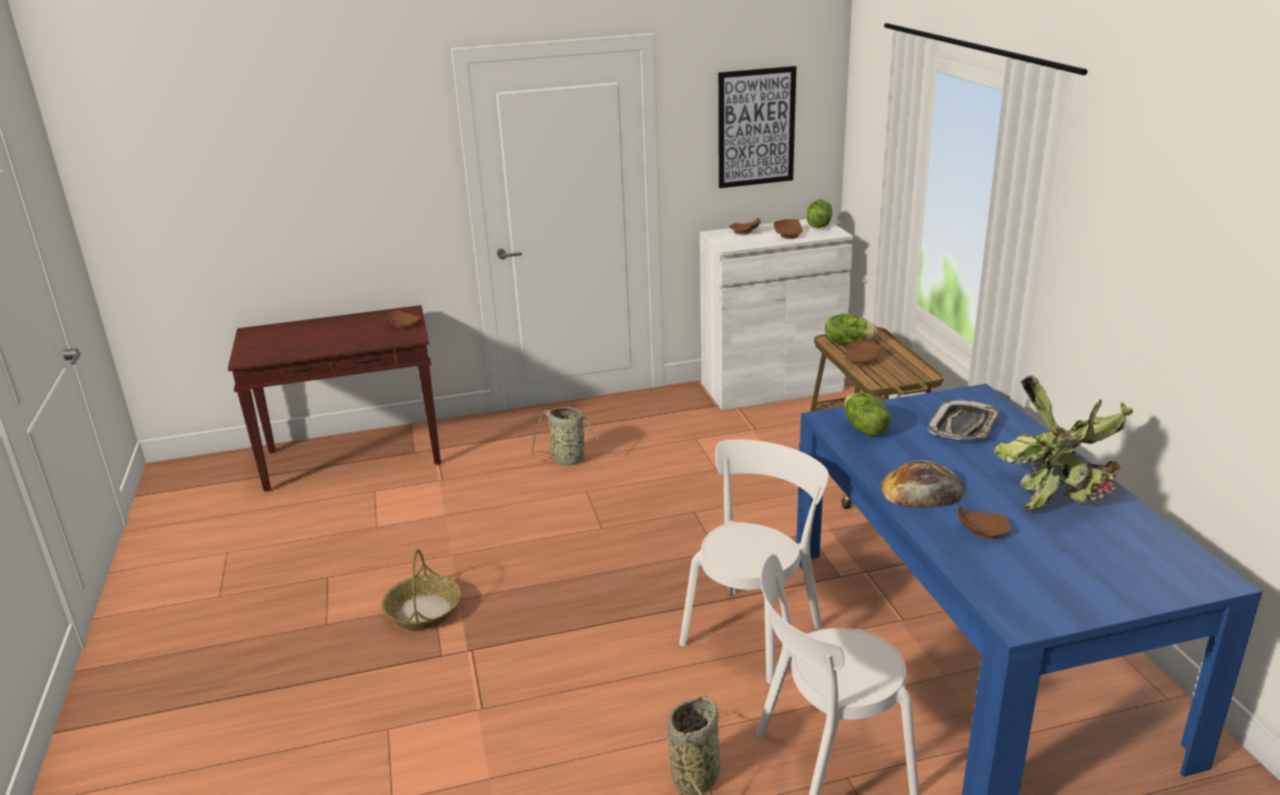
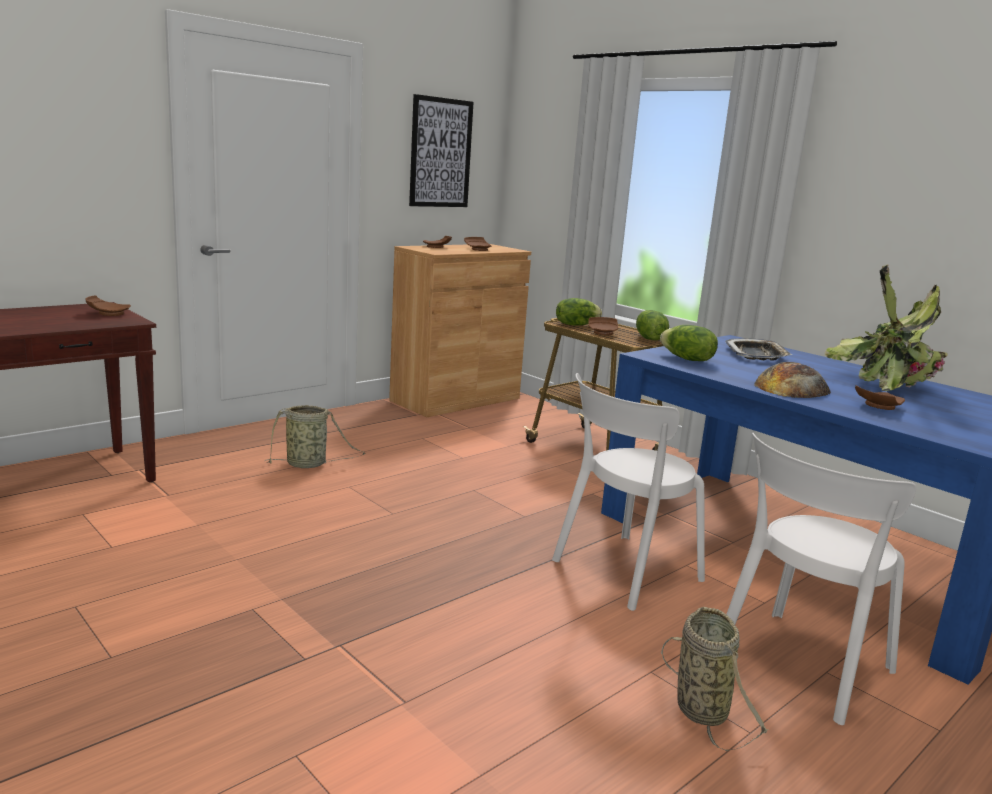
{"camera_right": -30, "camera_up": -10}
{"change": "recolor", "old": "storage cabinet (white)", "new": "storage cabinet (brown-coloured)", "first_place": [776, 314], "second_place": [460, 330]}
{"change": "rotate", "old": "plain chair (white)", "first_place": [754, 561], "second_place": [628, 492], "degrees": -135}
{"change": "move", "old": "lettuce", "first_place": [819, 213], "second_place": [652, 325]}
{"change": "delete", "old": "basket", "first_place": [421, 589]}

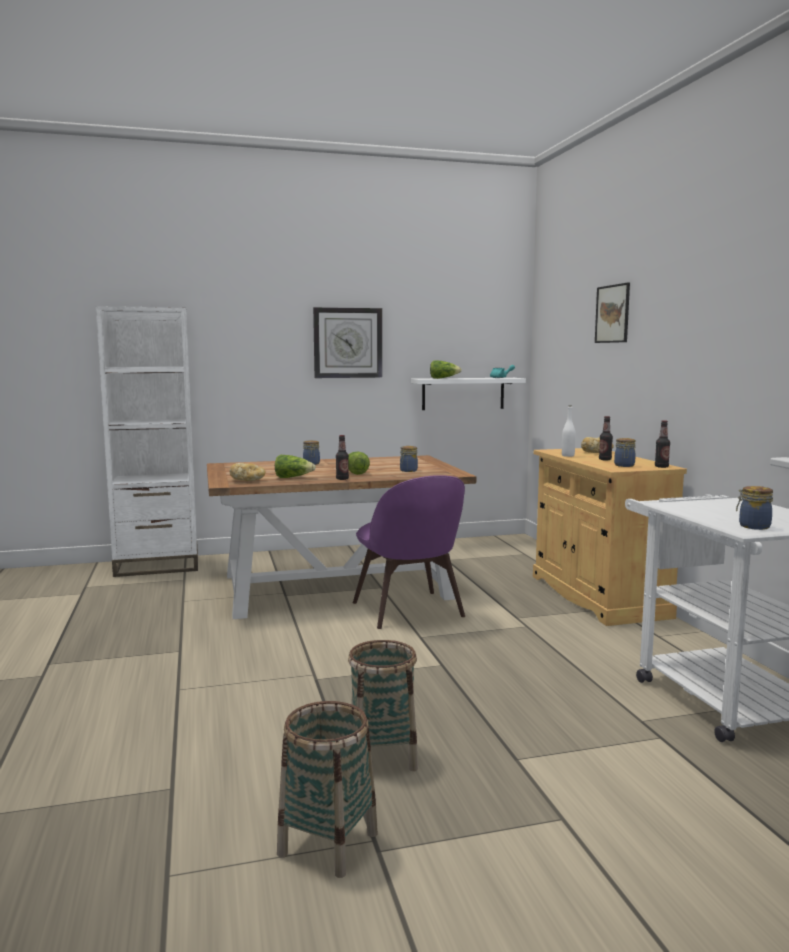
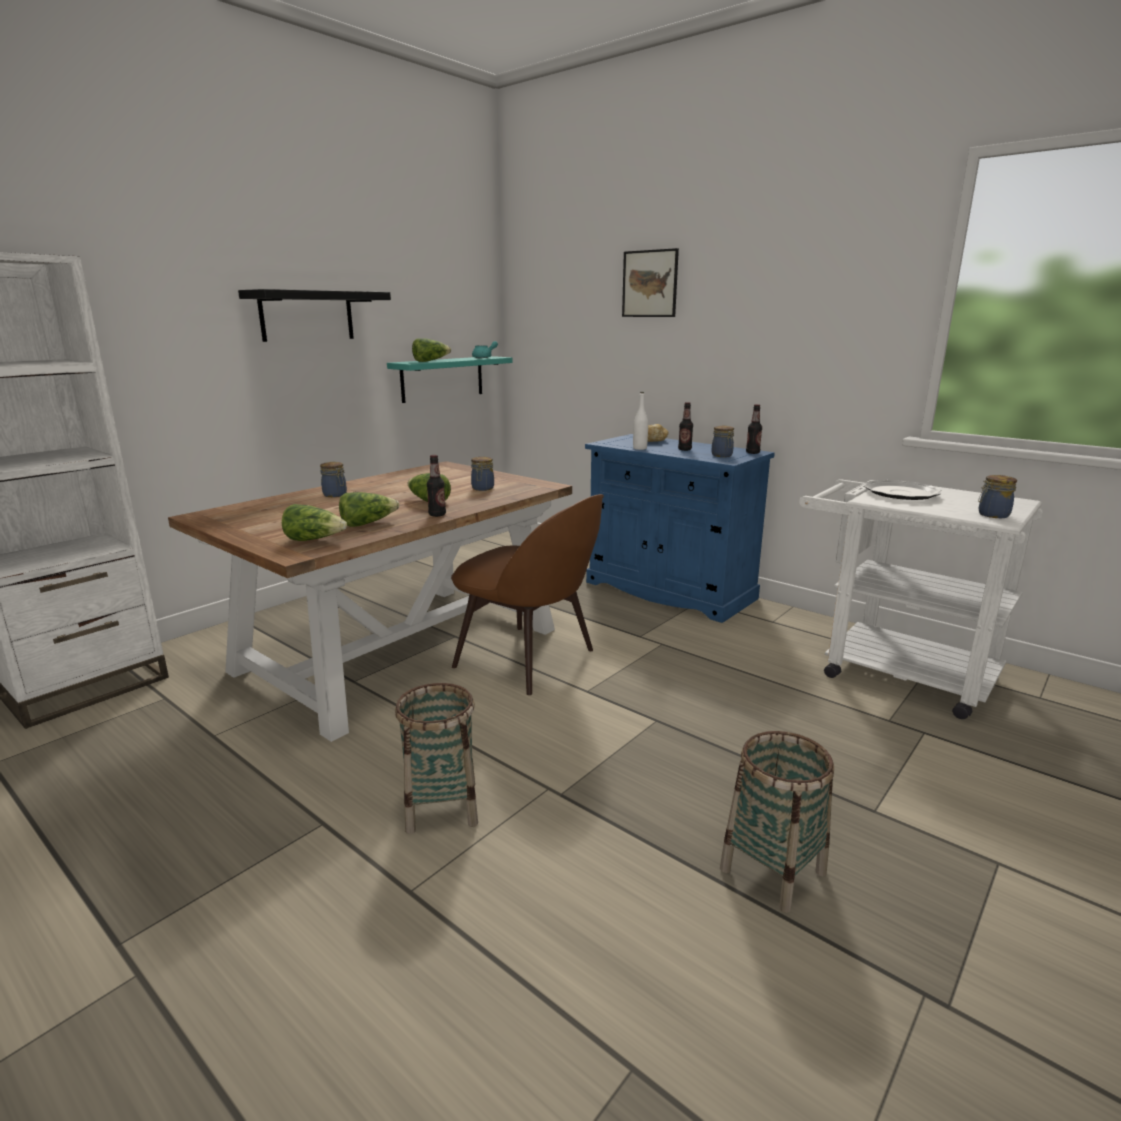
{"camera_right": -35, "camera_up": 10}
{"change": "replace", "old": "wall clock", "new": "wall shelf (blackish)", "first_place": [347, 342], "second_place": [314, 315]}
{"change": "replace", "old": "baked bread", "new": "lettuce", "first_place": [247, 472], "second_place": [314, 522]}
{"change": "recolor", "old": "wall shelf (white)", "new": "wall shelf (turquoise)", "first_place": [468, 394], "second_place": [449, 379]}
{"change": "move", "old": "basket", "first_place": [327, 789], "second_place": [436, 758]}
{"change": "recolor", "old": "plain chair (purplish)", "new": "plain chair (brown-coloured)", "first_place": [409, 552], "second_place": [527, 594]}
{"change": "recolor", "old": "storage cabinet (beige-coloured)", "new": "storage cabinet (bluish)", "first_place": [610, 537], "second_place": [680, 528]}
{"change": "insert", "new": "dinner plate", "second_place": [902, 490]}

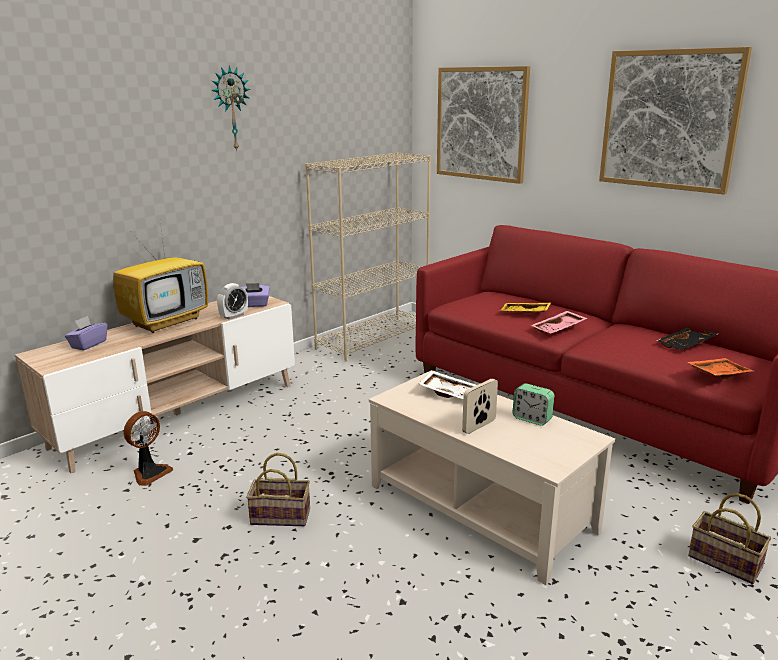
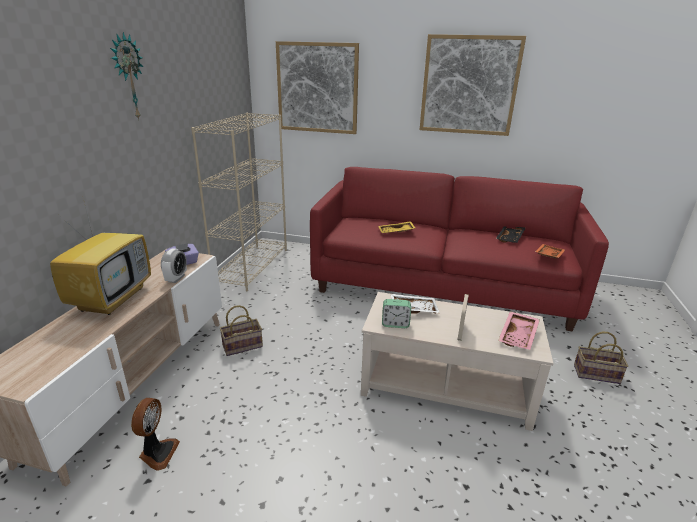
{"camera_right": -30, "camera_up": 5}
{"change": "move", "old": "basket", "first_place": [278, 489], "second_place": [241, 330]}
{"change": "move", "old": "bedside clock", "first_place": [533, 404], "second_place": [396, 313]}
{"change": "move", "old": "serving tray (pinkish)", "first_place": [559, 322], "second_place": [519, 330]}
{"change": "delete", "old": "tissue holder (purplish)", "first_place": [86, 333]}

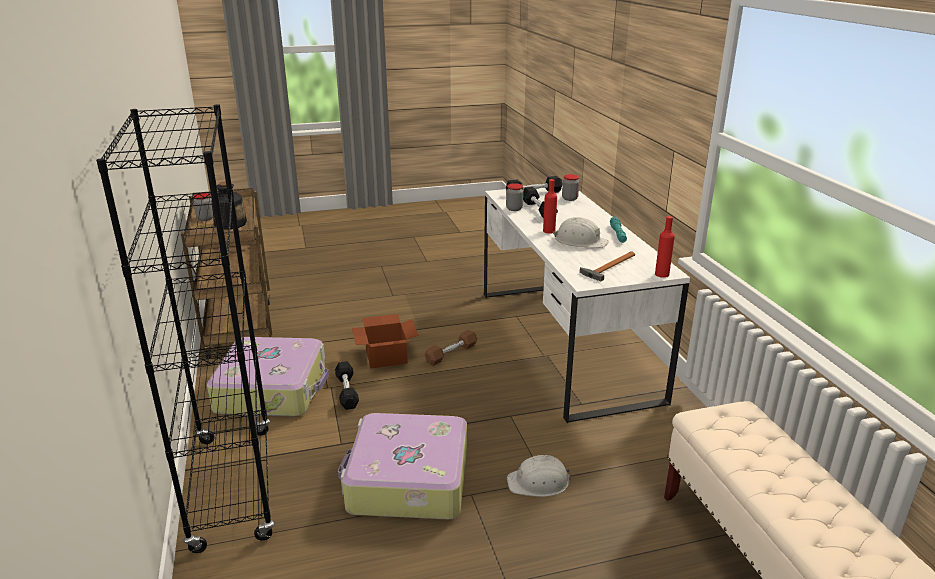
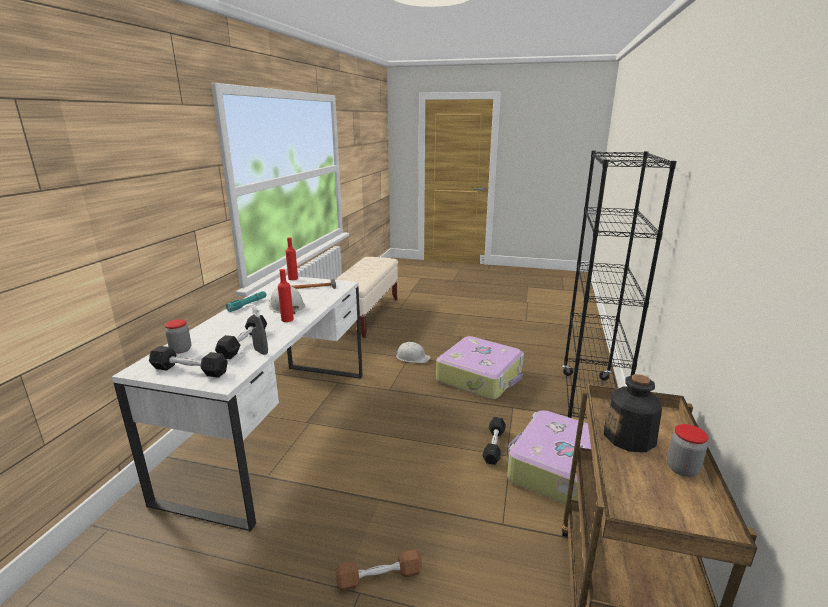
{"camera_right": -150, "camera_up": -5}
{"change": "replace", "old": "jar", "new": "hand sprayer (grey)", "first_place": [515, 197], "second_place": [259, 329]}
{"change": "move", "old": "free weight (brown-coloured)", "first_place": [451, 348], "second_place": [378, 570]}
{"change": "delete", "old": "packing box", "first_place": [385, 341]}

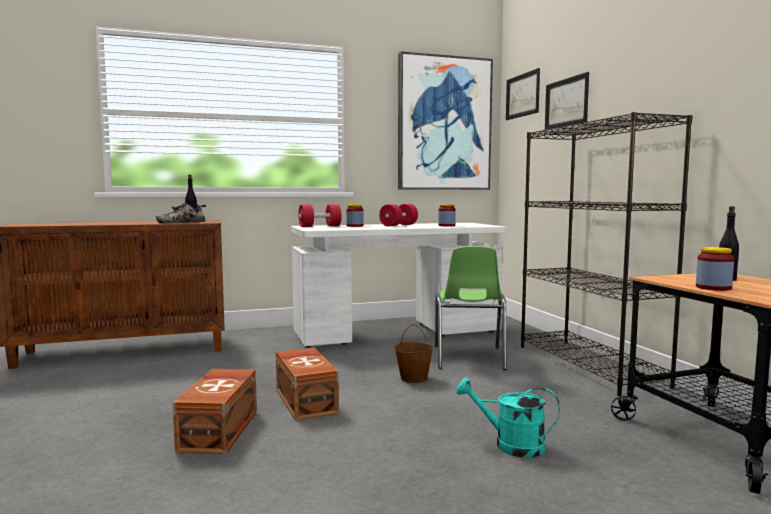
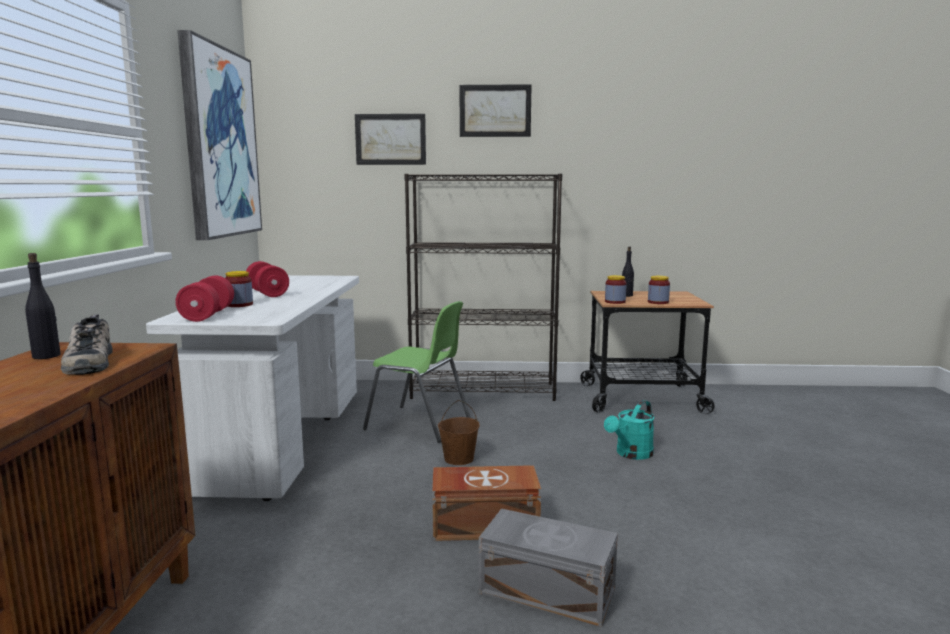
{"camera_right": -70, "camera_up": 5}
{"change": "move", "old": "wall picture", "first_place": [523, 94], "second_place": [496, 110]}
{"change": "recolor", "old": "storage bin (brown-coloured)", "new": "storage bin (grey)", "first_place": [215, 411], "second_place": [548, 568]}
{"change": "move", "old": "jar", "first_place": [447, 215], "second_place": [616, 289]}

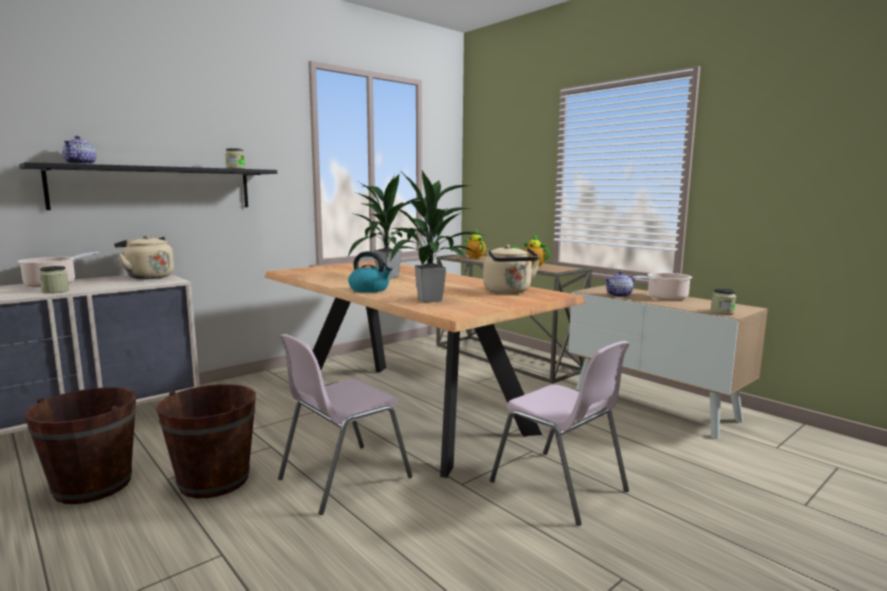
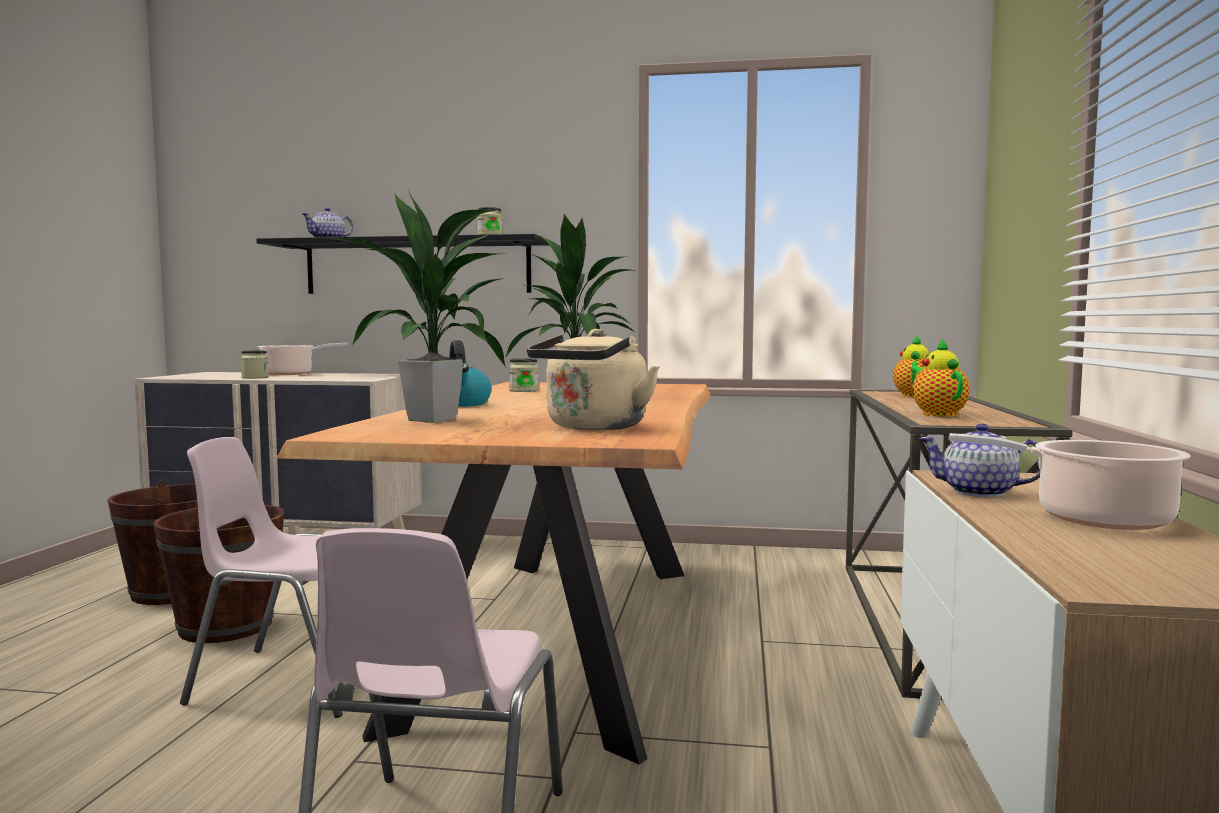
{"camera_right": 50, "camera_up": -5}
{"change": "move", "old": "jar", "first_place": [723, 301], "second_place": [524, 375]}
{"change": "delete", "old": "kettle (beige-coloured)", "first_place": [144, 257]}

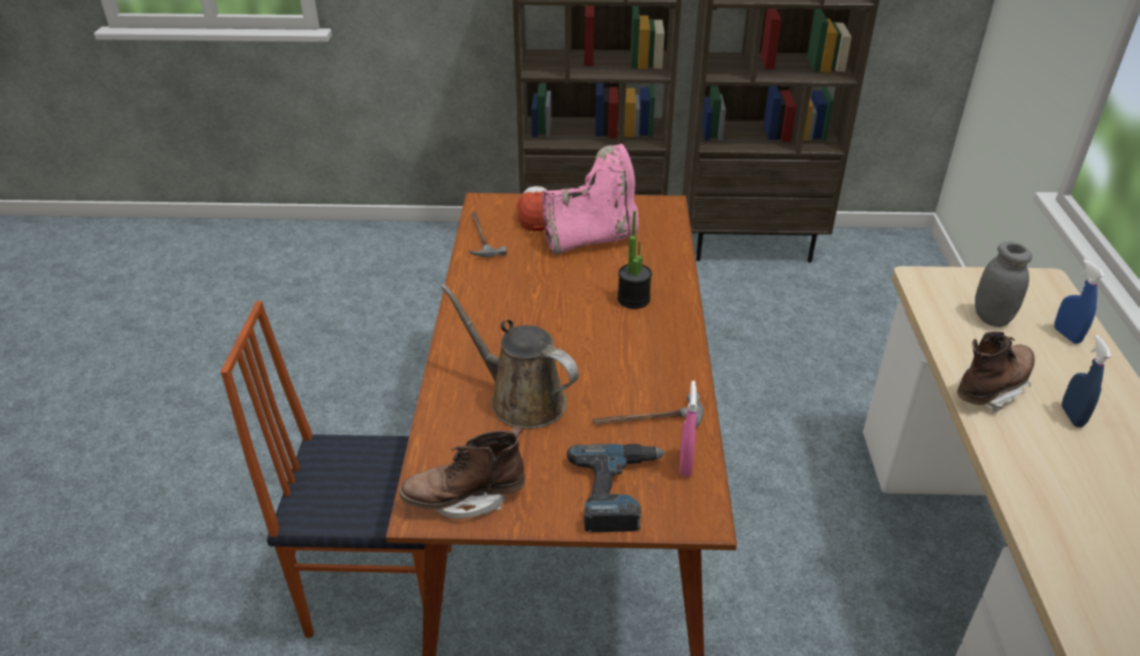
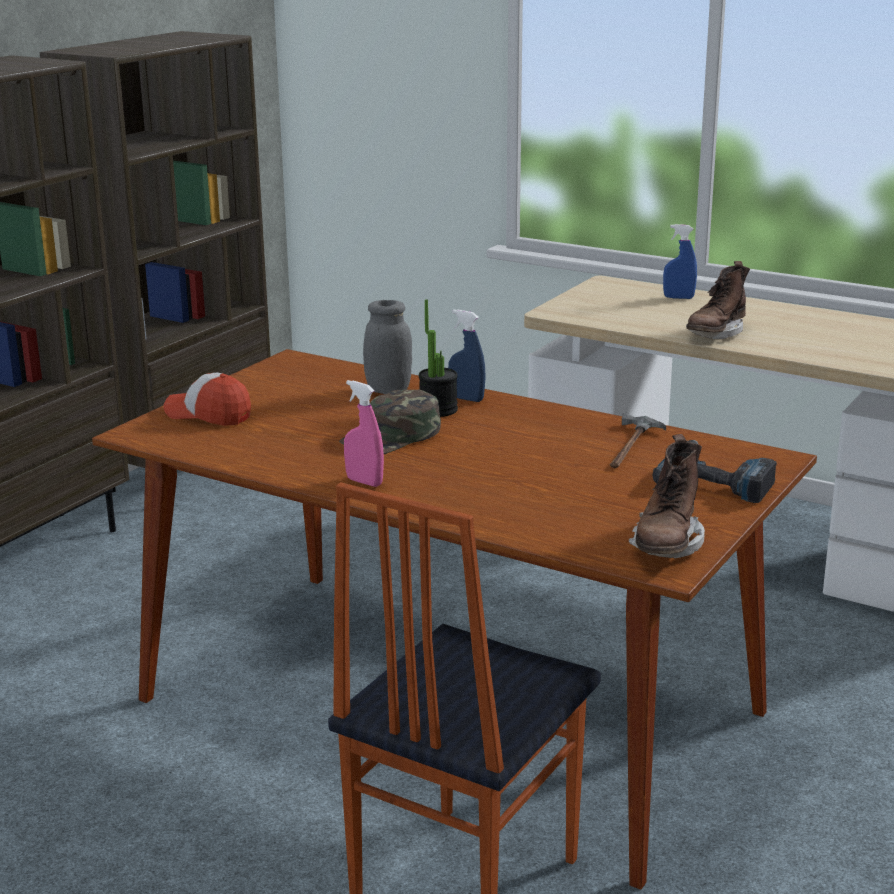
{"camera_right": -60, "camera_up": -15}
{"change": "insert", "new": "cap (greenish)", "second_place": [390, 422]}
{"change": "move", "old": "hand sprayer (pinkish)", "first_place": [688, 429], "second_place": [364, 433]}
{"change": "move", "old": "jar (grey)", "first_place": [1003, 284], "second_place": [387, 347]}
{"change": "move", "old": "hand sprayer (bluish)", "first_place": [1087, 381], "second_place": [467, 356]}
{"change": "rotate", "old": "tall boot (brown-coloured)", "first_place": [996, 372], "second_place": [718, 300], "degrees": -135}
{"change": "delete", "old": "watering pot (brown-coloured)", "first_place": [510, 356]}
{"change": "delete", "old": "hammer", "first_place": [488, 234]}
{"change": "delete", "old": "tall boot (pinkish)", "first_place": [590, 199]}

